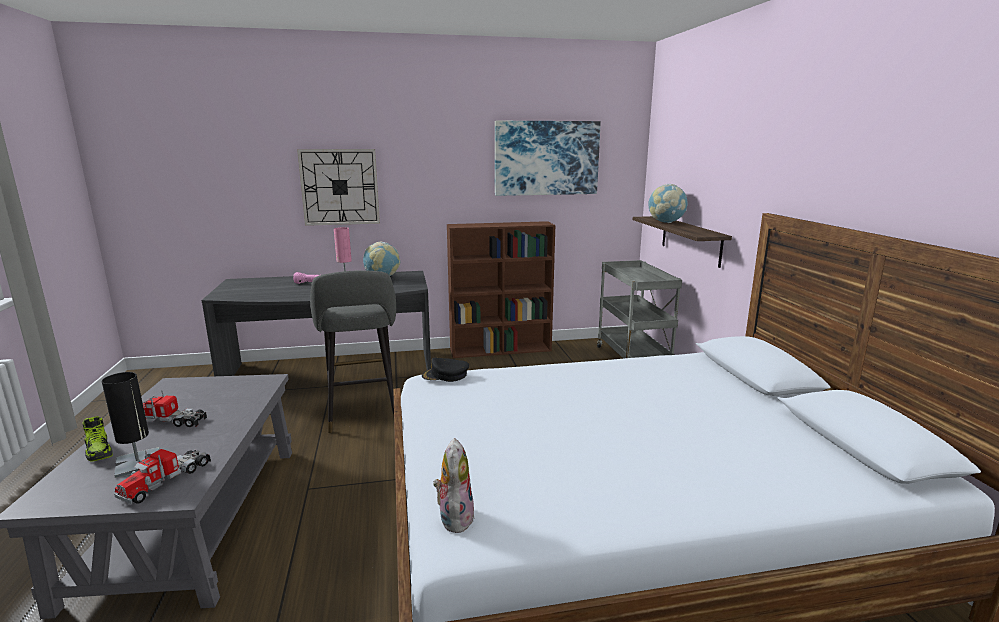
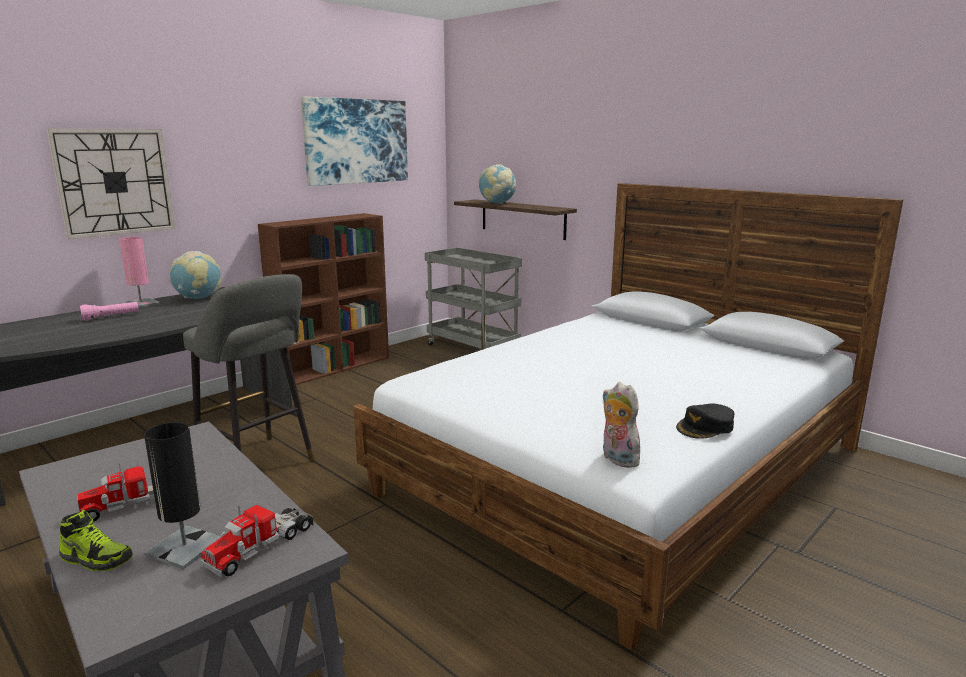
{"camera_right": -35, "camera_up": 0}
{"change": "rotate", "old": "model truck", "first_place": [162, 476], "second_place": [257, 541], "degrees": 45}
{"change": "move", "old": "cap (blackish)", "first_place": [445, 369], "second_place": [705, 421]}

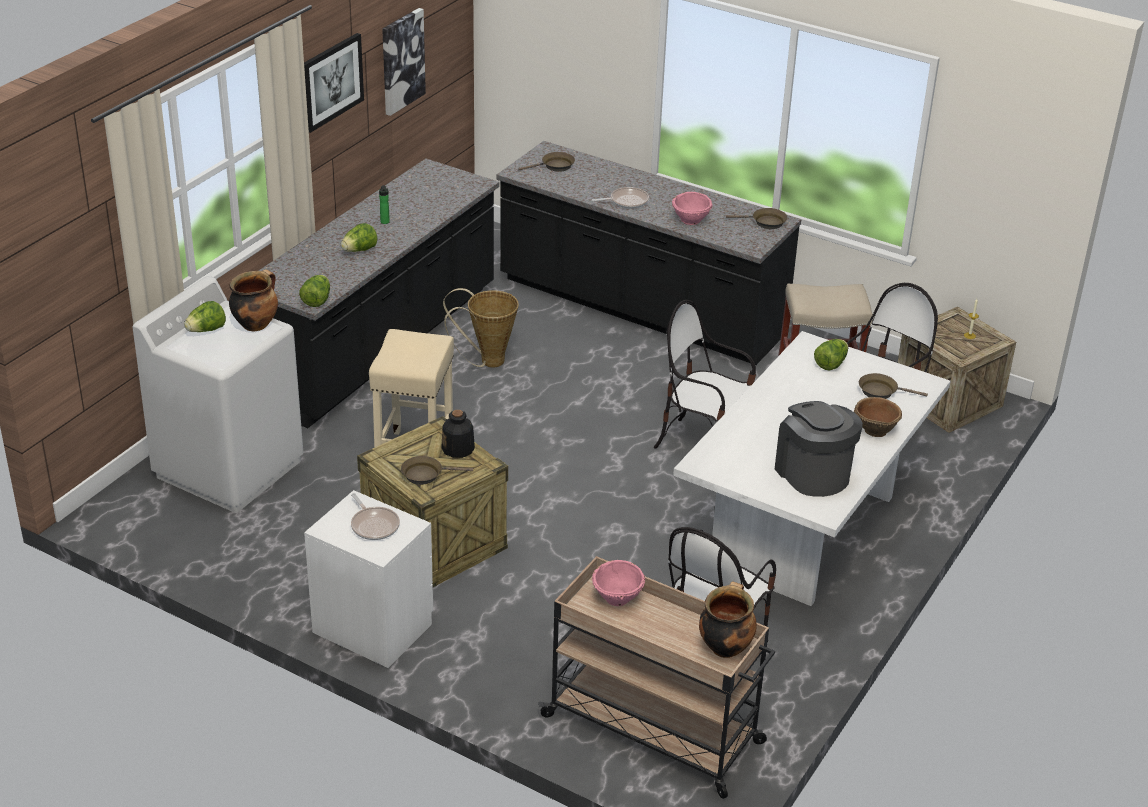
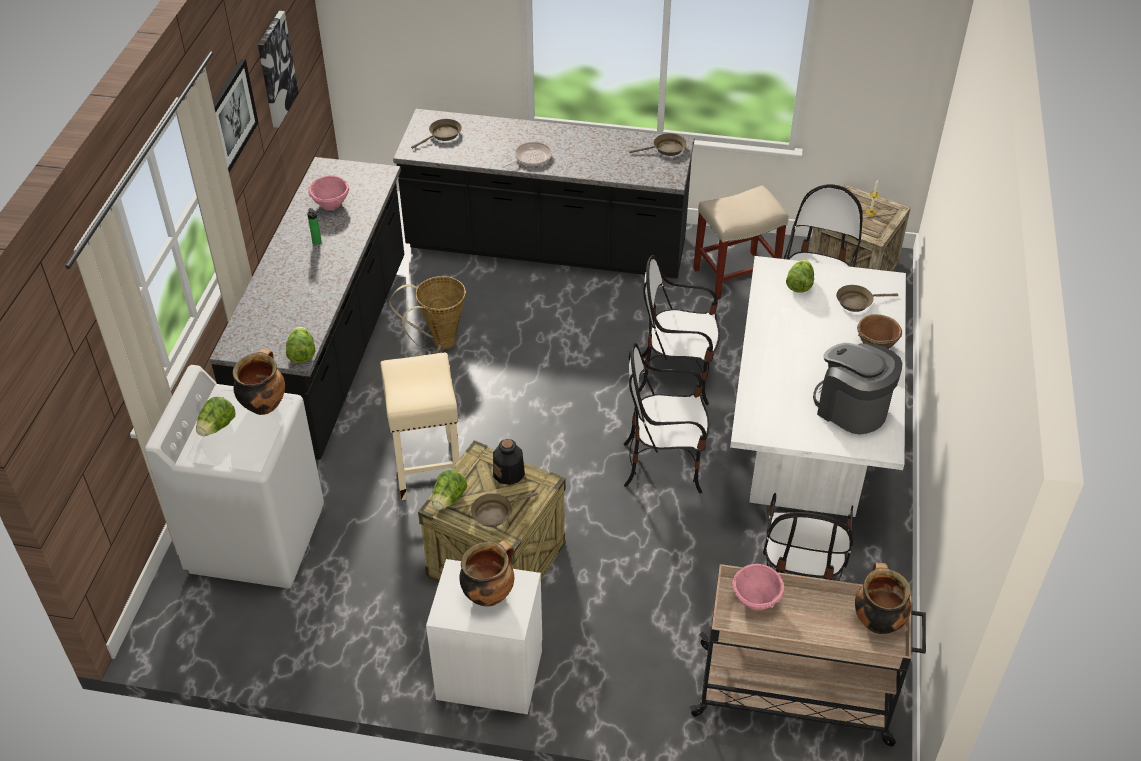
{"camera_right": -20, "camera_up": 10}
{"change": "move", "old": "serving bowl (pinkish)", "first_place": [692, 208], "second_place": [328, 193]}
{"change": "move", "old": "lettuce", "first_place": [359, 237], "second_place": [449, 490]}
{"change": "replace", "old": "skillet", "new": "stockpot", "first_place": [375, 516], "second_place": [486, 574]}
{"change": "insert", "new": "plain chair", "second_place": [666, 418]}

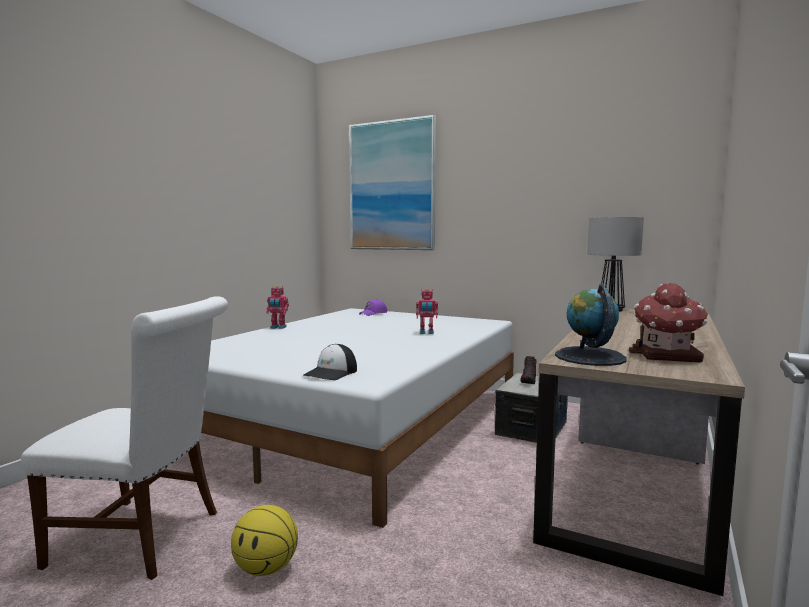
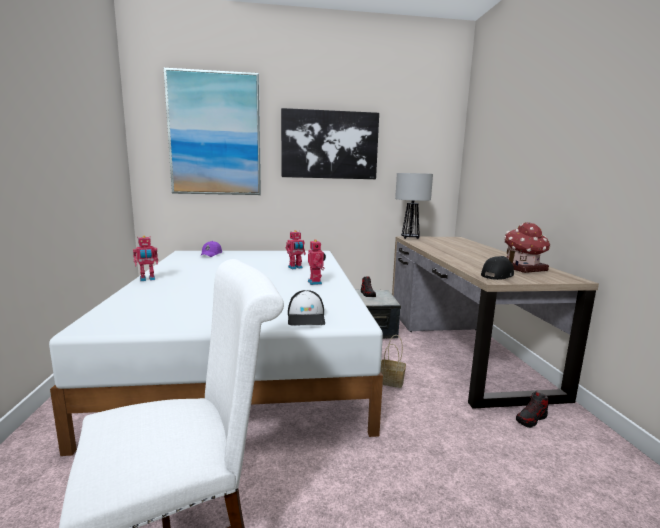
{"camera_right": -35, "camera_up": 5}
{"change": "insert", "new": "wall picture", "second_place": [330, 143]}
{"change": "insert", "new": "toy robot", "second_place": [317, 262]}
{"change": "insert", "new": "basket", "second_place": [393, 361]}
{"change": "replace", "old": "world globe", "new": "cap (blackish)", "first_place": [591, 325], "second_place": [497, 268]}
{"change": "insert", "new": "low shoe", "second_place": [532, 409]}
{"change": "delete", "old": "ball for basketball", "first_place": [264, 540]}

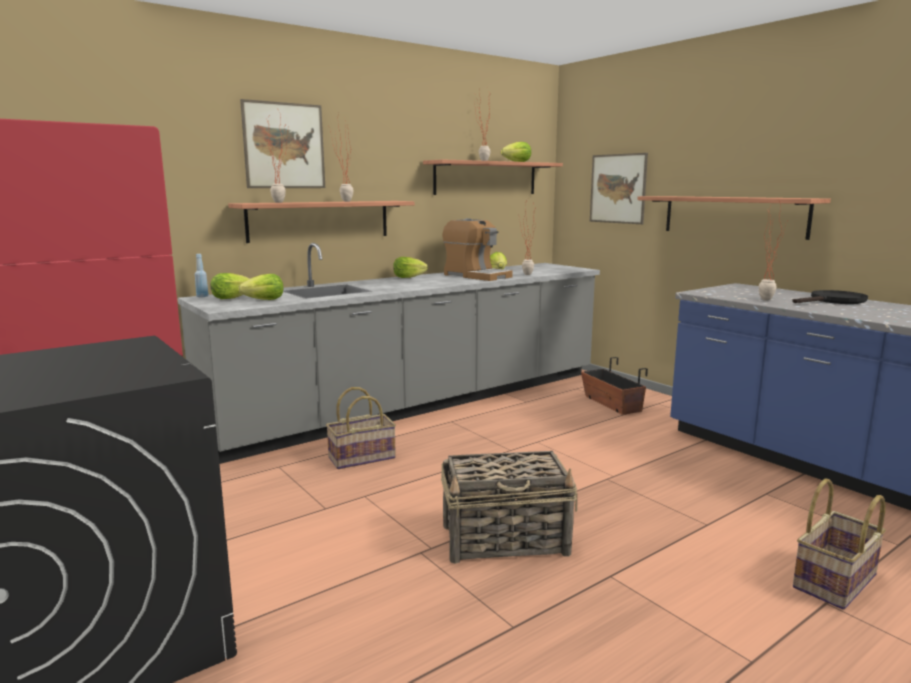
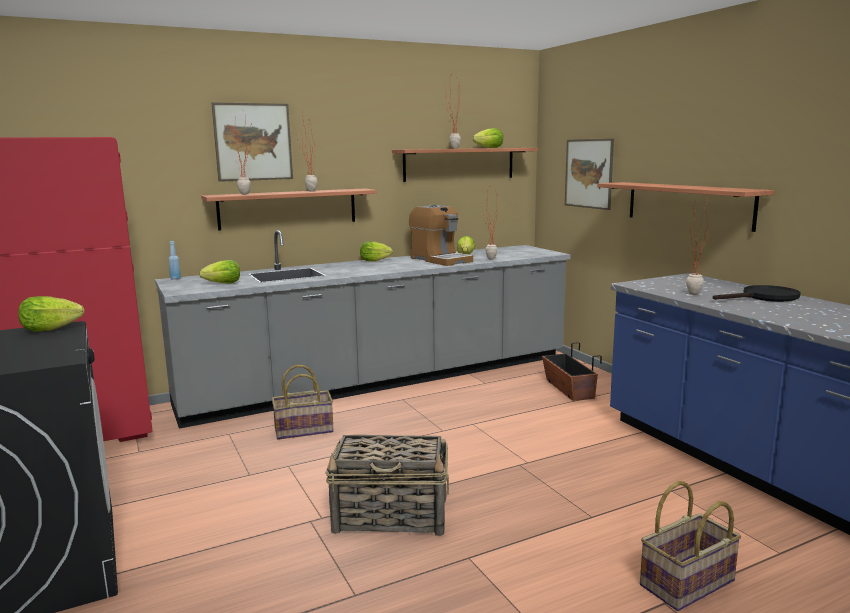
{"camera_right": 10, "camera_up": 0}
{"change": "move", "old": "lettuce", "first_place": [230, 286], "second_place": [51, 314]}

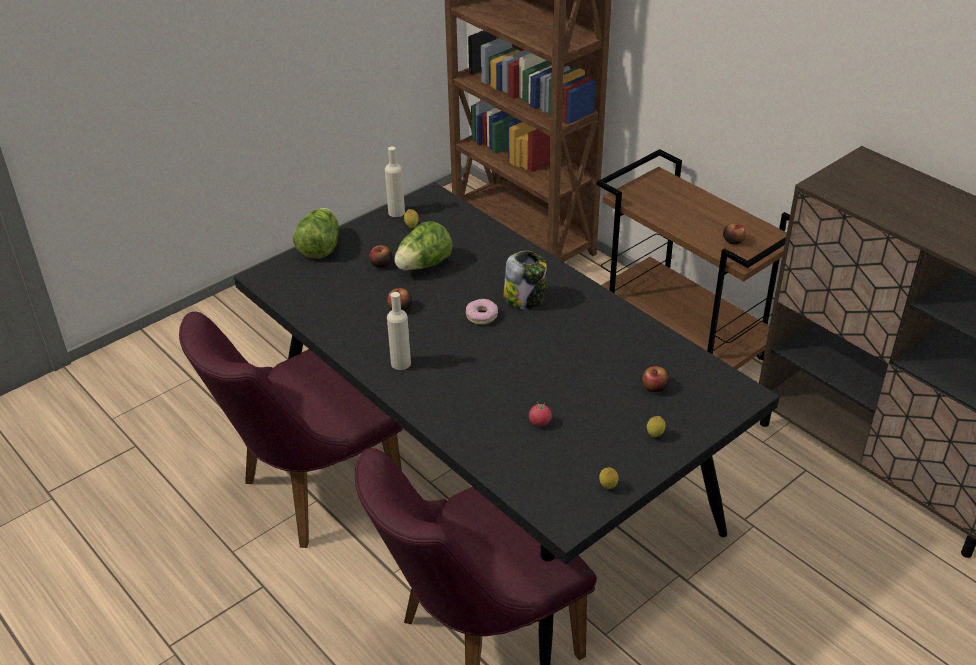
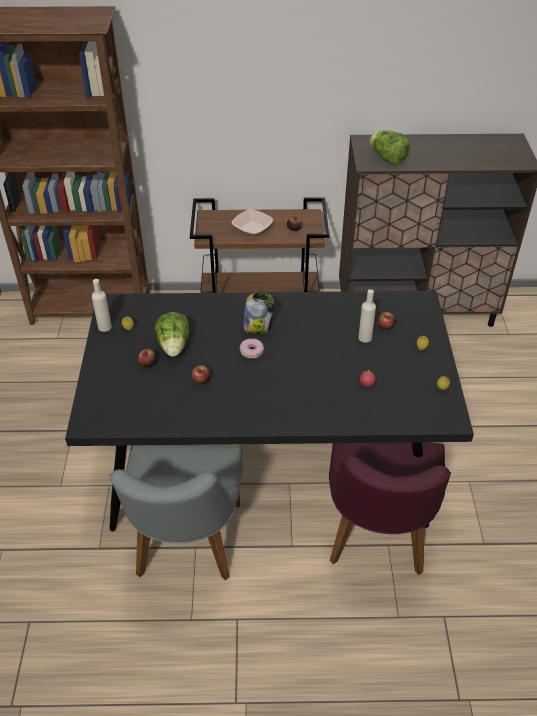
{"camera_right": -50, "camera_up": 5}
{"change": "recolor", "old": "plain chair (purplish)", "new": "plain chair (grey)", "first_place": [291, 430], "second_place": [175, 512]}
{"change": "insert", "new": "serving bowl", "second_place": [252, 222]}
{"change": "move", "old": "drink bottle (beige-coloured)", "first_place": [399, 331], "second_place": [367, 316]}
{"change": "move", "old": "lettuce", "first_place": [315, 233], "second_place": [390, 147]}

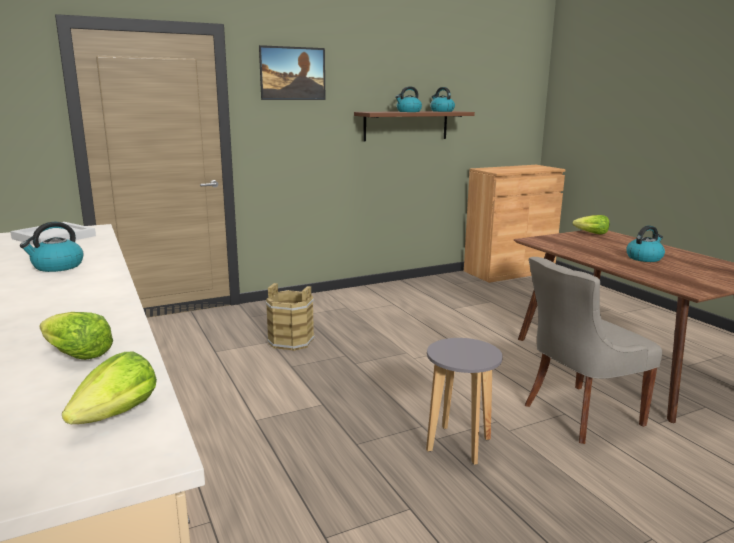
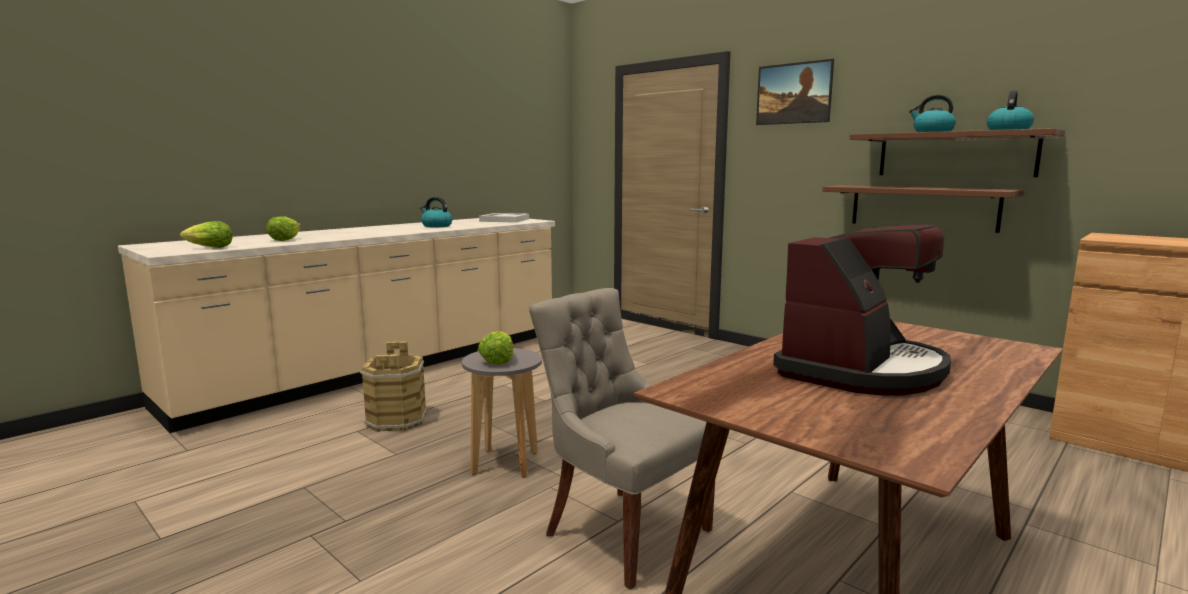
{"camera_right": 70, "camera_up": -5}
{"change": "move", "old": "pail (brown-coloured)", "first_place": [290, 317], "second_place": [393, 386]}
{"change": "move", "old": "lettuce", "first_place": [591, 225], "second_place": [496, 348]}
{"change": "replace", "old": "kettle", "new": "coffee machine", "first_place": [645, 243], "second_place": [862, 310]}
{"change": "insert", "new": "wall shelf (brown-coloured)", "second_place": [923, 209]}

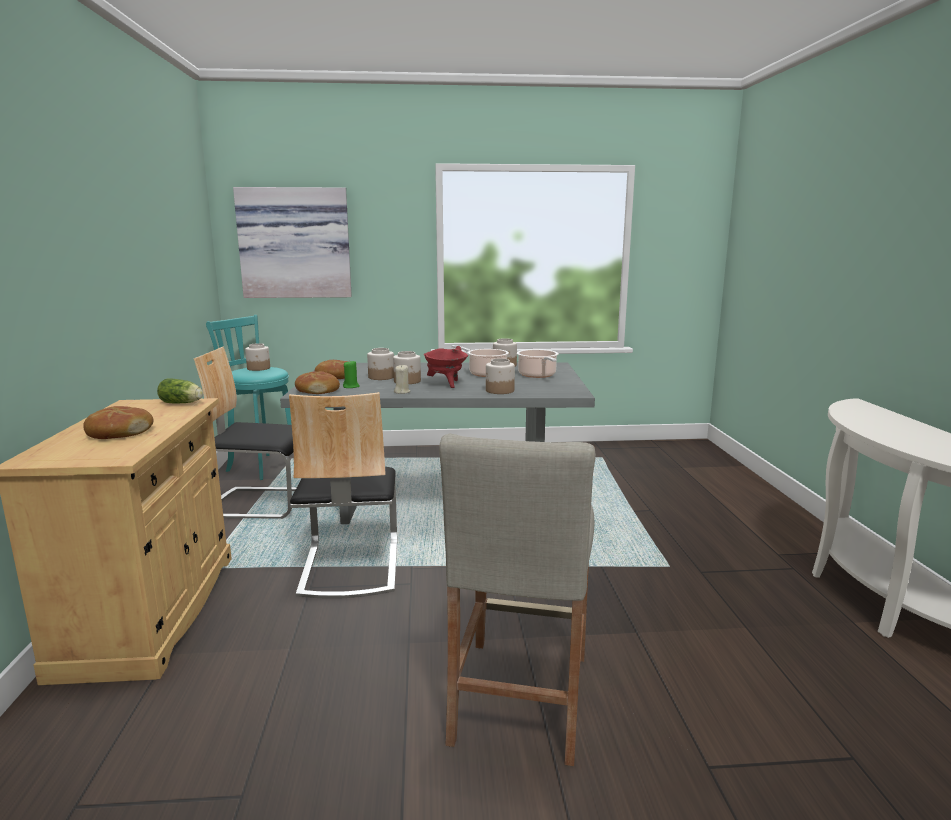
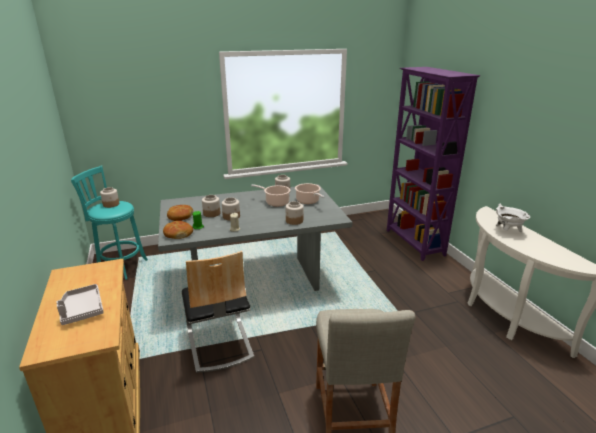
{"camera_right": -15, "camera_up": 10}
{"change": "replace", "old": "baked bread", "new": "serving tray (grey)", "first_place": [118, 422], "second_place": [80, 304]}
{"change": "insert", "new": "bookshelf (purplish)", "second_place": [433, 164]}
{"change": "insert", "new": "stockpot (white)", "second_place": [513, 218]}
{"change": "delete", "old": "lettuce", "first_place": [180, 391]}
{"change": "delete", "old": "plain chair", "first_place": [245, 433]}
{"change": "delete", "old": "wall picture", "first_place": [292, 242]}
{"change": "delete", "old": "stockpot (red)", "first_place": [446, 367]}

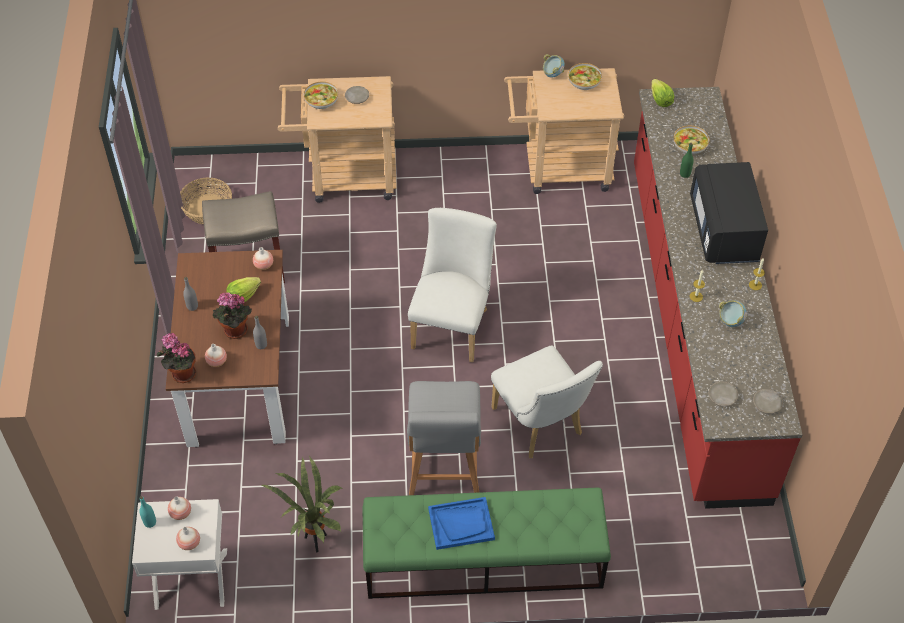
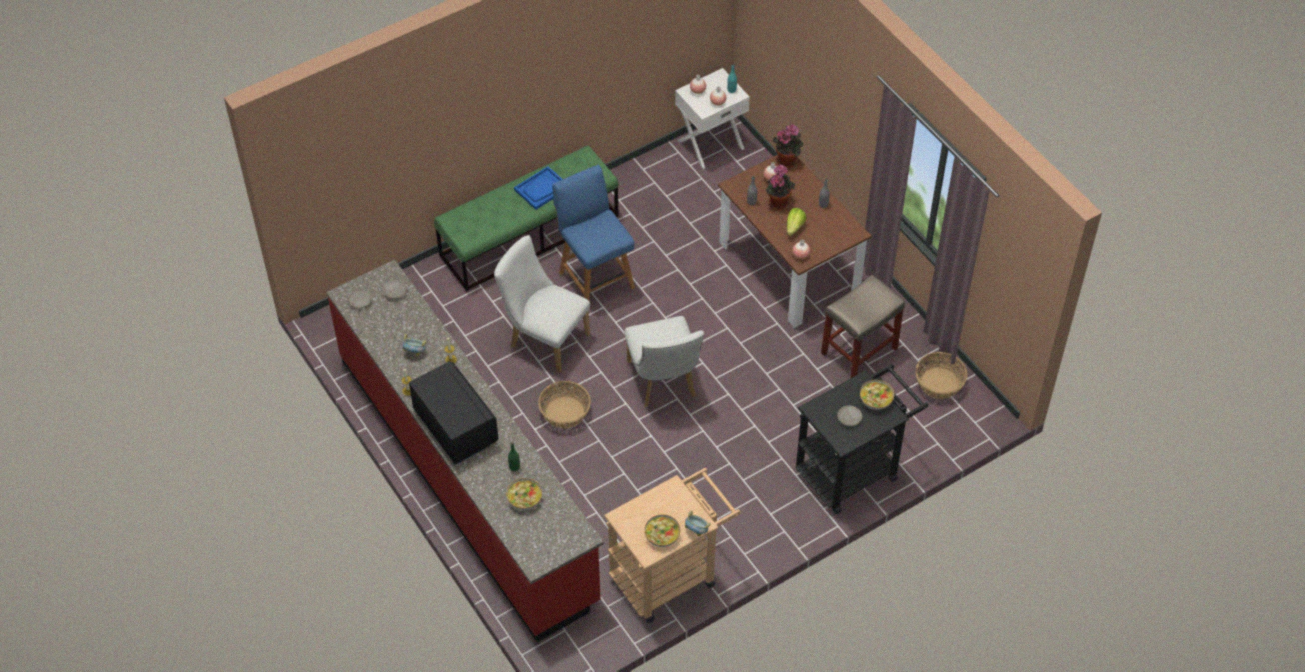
{"camera_right": 150, "camera_up": 0}
{"change": "insert", "new": "basket", "second_place": [564, 404]}
{"change": "recolor", "old": "plain chair (grey)", "new": "plain chair (bluish)", "first_place": [444, 438], "second_place": [593, 232]}
{"change": "recolor", "old": "wheeled cart (beige-coloured)", "new": "wheeled cart (blackish)", "first_place": [337, 139], "second_place": [862, 439]}
{"change": "delete", "old": "houseplant", "first_place": [301, 504]}
{"change": "delete", "old": "lettuce", "first_place": [663, 93]}

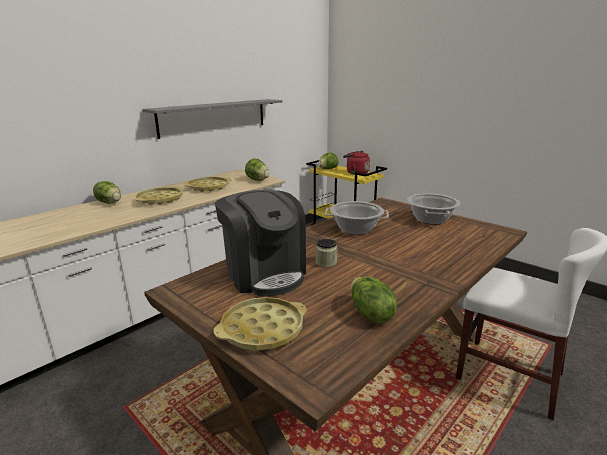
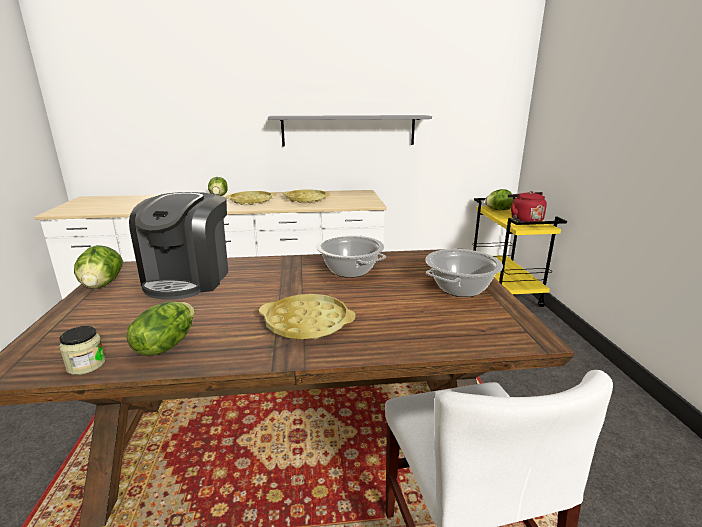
{"camera_right": 40, "camera_up": 0}
{"change": "move", "old": "jar", "first_place": [326, 253], "second_place": [82, 350]}
{"change": "move", "old": "lettuce", "first_place": [257, 169], "second_place": [98, 267]}
{"change": "move", "old": "serving tray (yellow-coloured)", "first_place": [260, 324], "second_place": [307, 316]}

